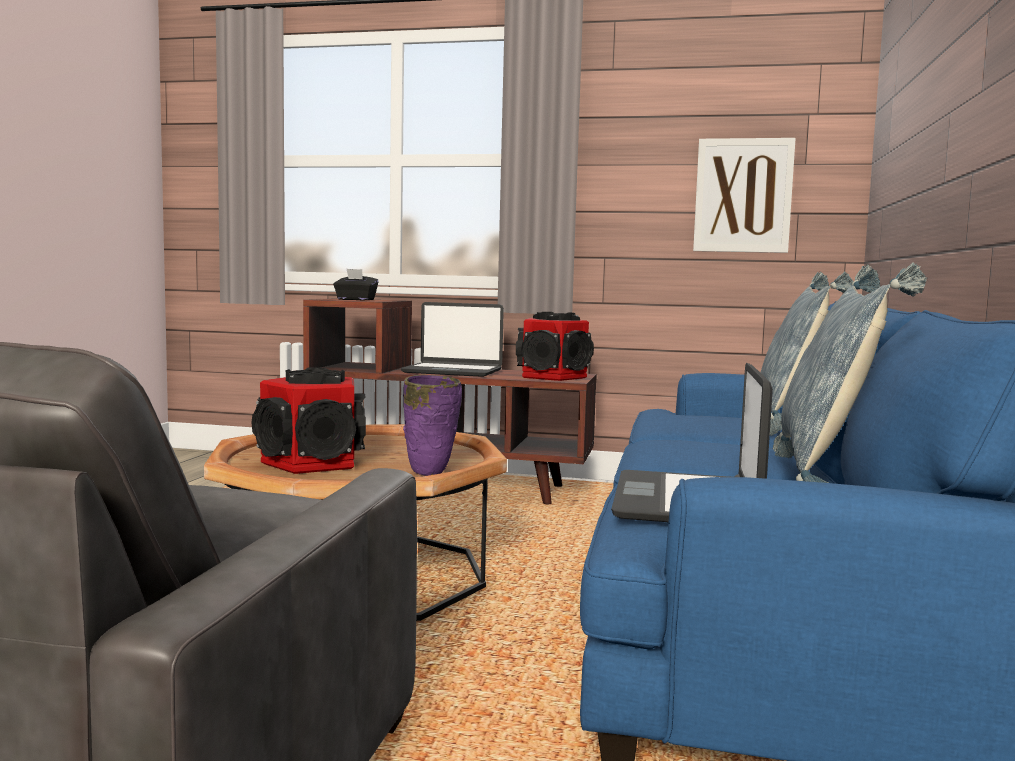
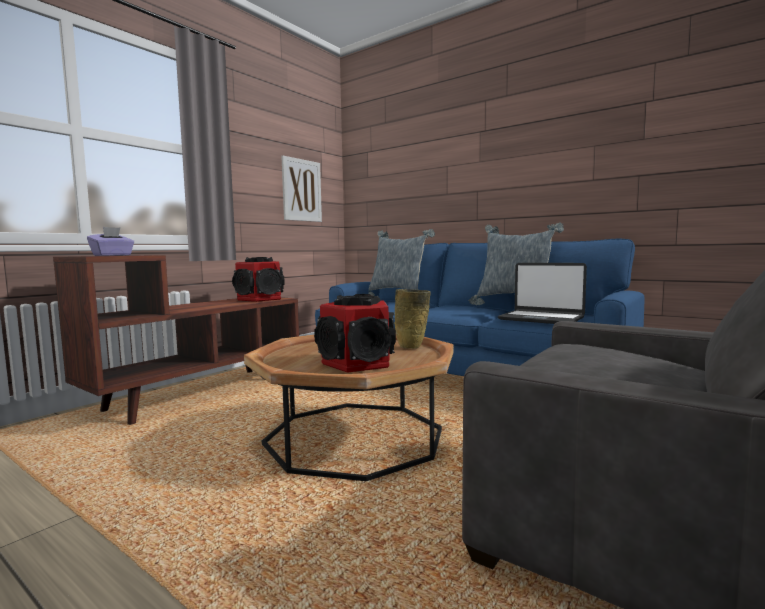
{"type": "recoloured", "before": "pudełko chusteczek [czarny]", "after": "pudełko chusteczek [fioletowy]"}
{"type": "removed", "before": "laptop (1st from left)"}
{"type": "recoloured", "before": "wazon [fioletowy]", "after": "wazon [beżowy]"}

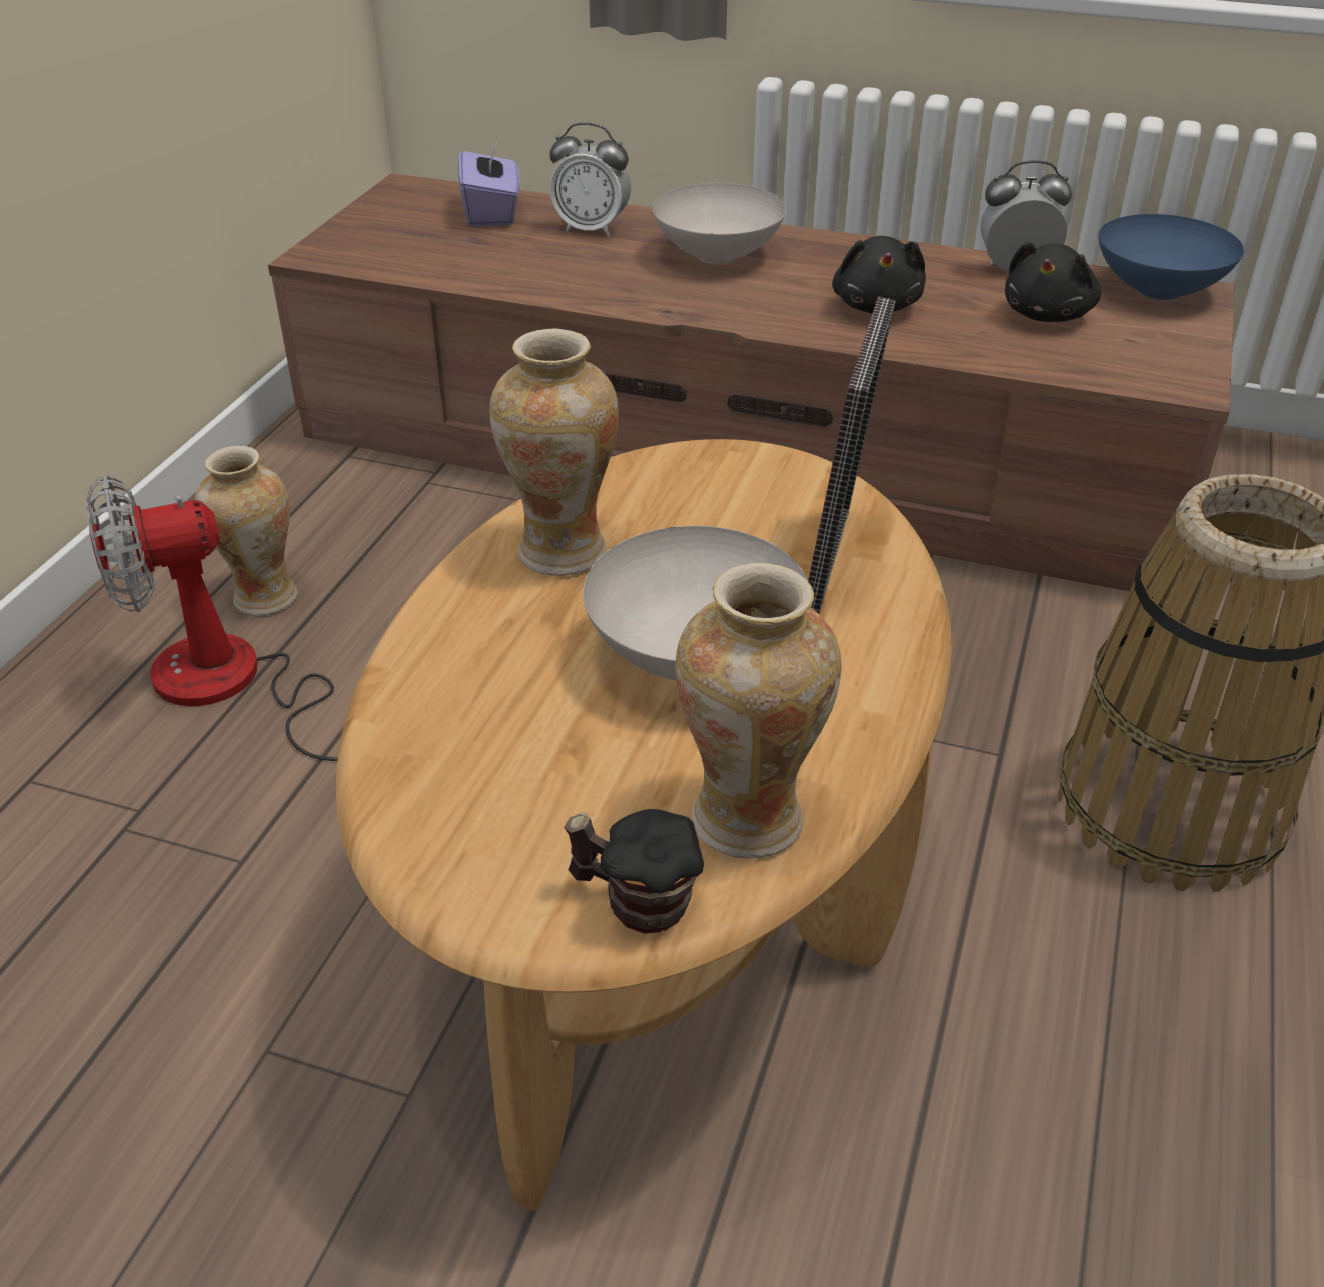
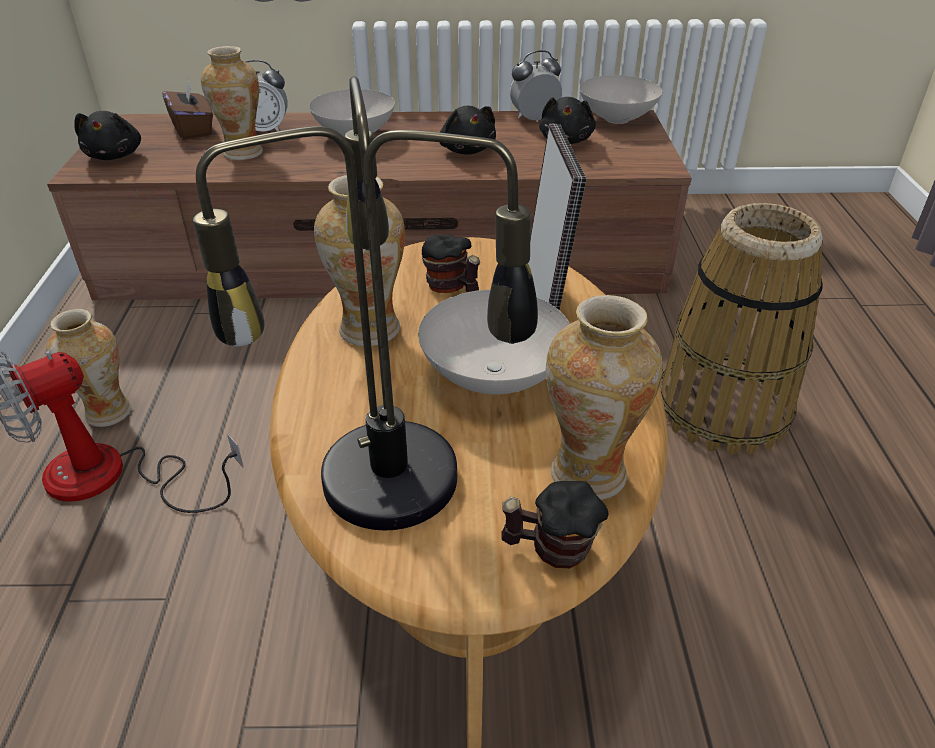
{"type": "recoloured", "before": "pudełko chusteczek [fioletowy]", "after": "pudełko chusteczek [brązowy]"}
{"type": "recoloured", "before": "miska [niebieski]", "after": "miska [biały] (3rd from left)"}
{"type": "added", "after": "pluszak [czarny] (1st from left)"}
{"type": "added", "after": "lampa stołowa"}
{"type": "added", "after": "wazon (2nd from left)"}
{"type": "added", "after": "kubek (1st from left)"}

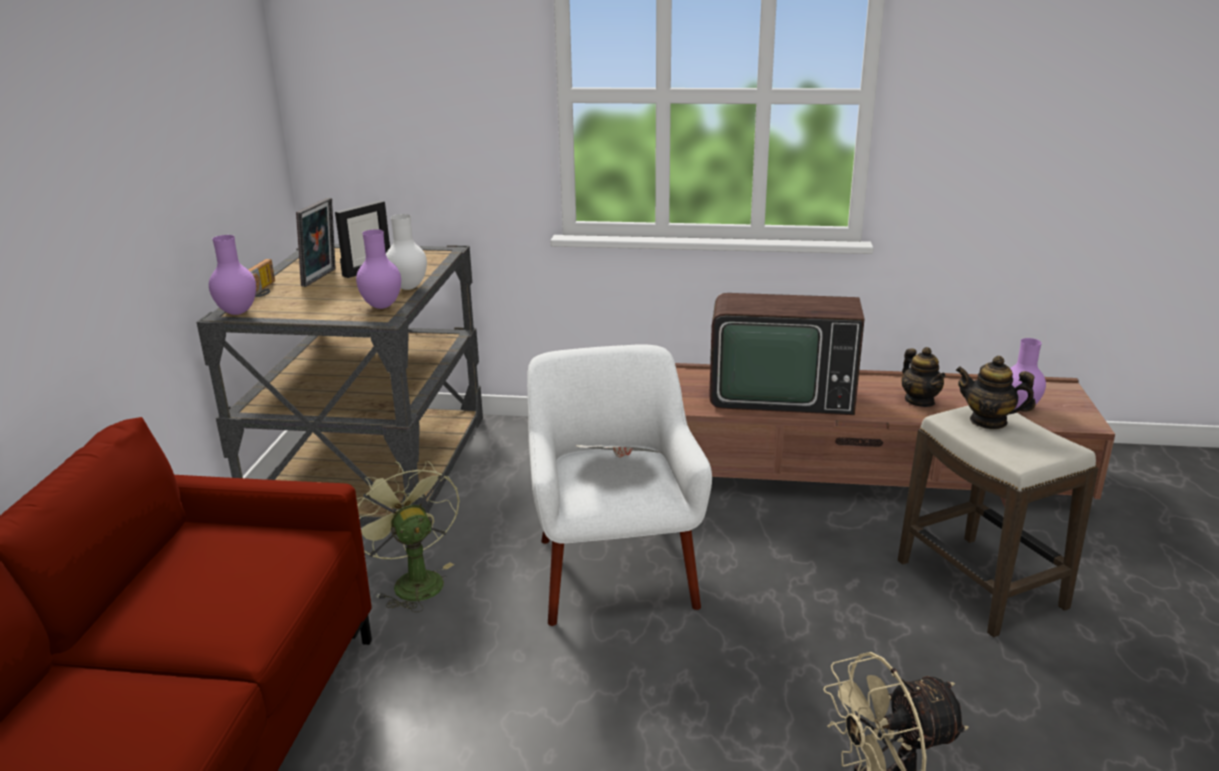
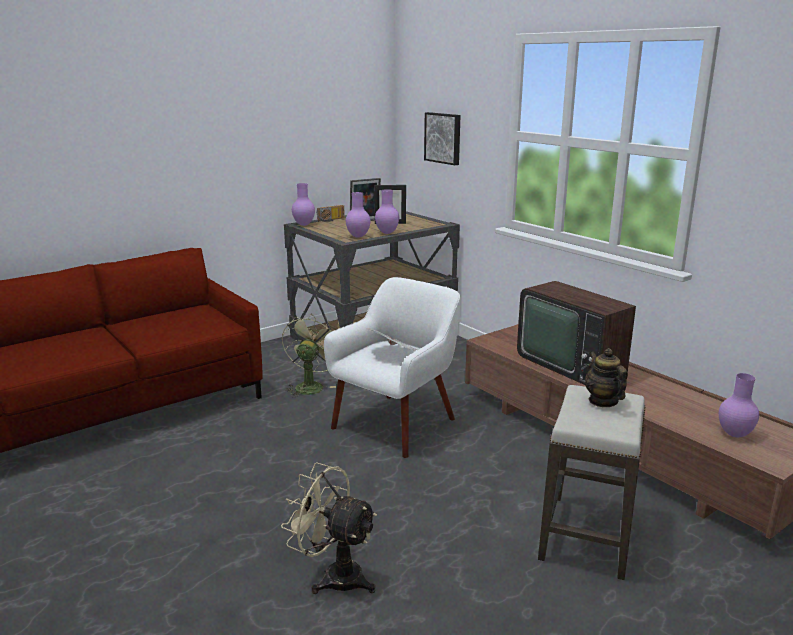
{"type": "recoloured", "before": "wazon [biały]", "after": "wazon [fioletowy] (3rd from left)"}
{"type": "removed", "before": "imbryk (1st from left)"}
{"type": "added", "after": "obraz"}

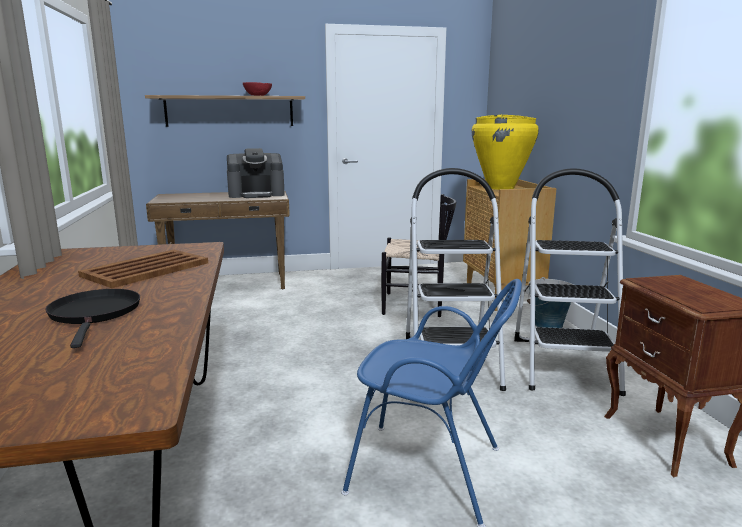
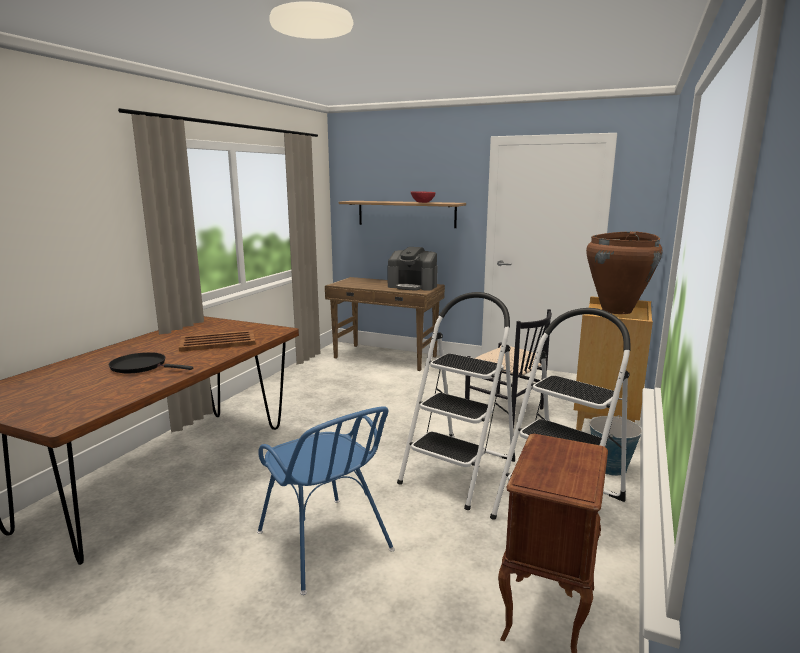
{"type": "turned", "before": "patelnia [czarny]", "turn": -90}
{"type": "recoloured", "before": "wazon [żółty]", "after": "wazon [brązowy]"}

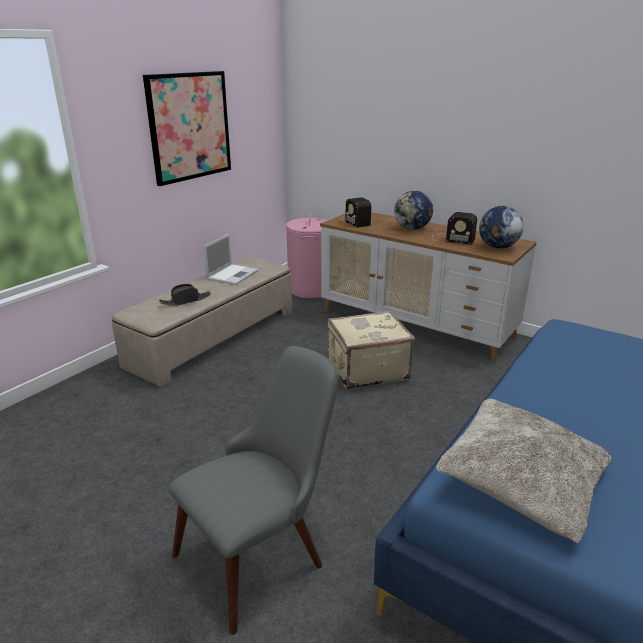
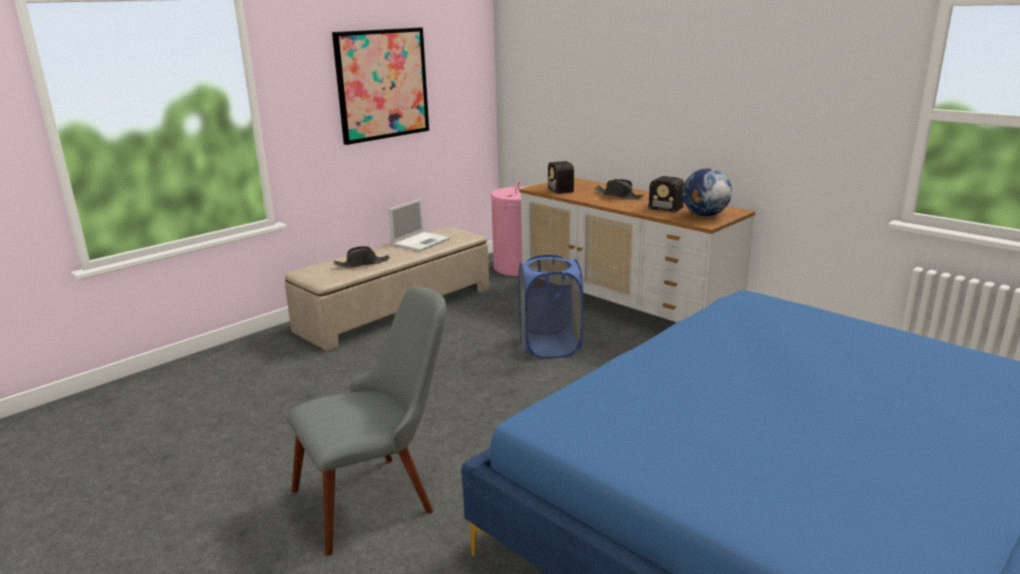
{"type": "replaced", "before": "walizka [beżowy]", "after": "kosz na pranie [niebieski]"}
{"type": "replaced", "before": "globus (1st from left)", "after": "kapelusz [czarny] (2nd from left)"}
{"type": "removed", "before": "poduszka [beżowy]"}

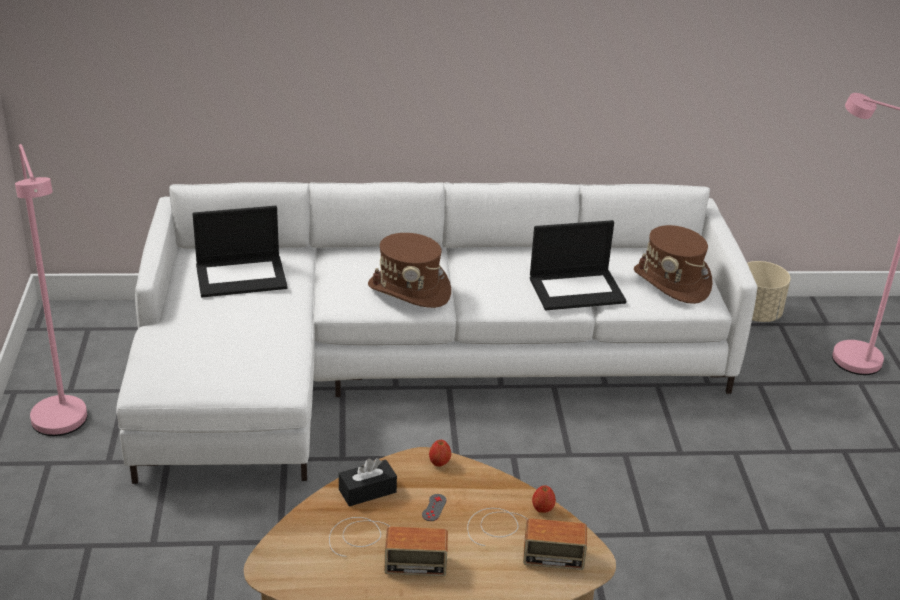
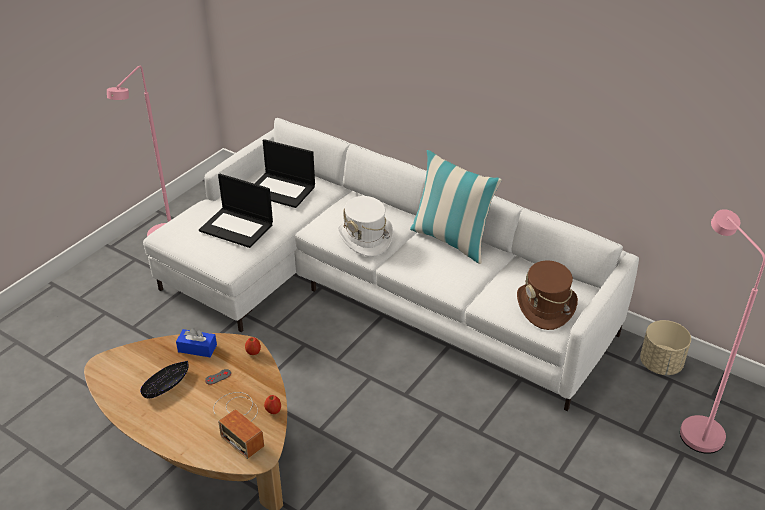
{"type": "replaced", "before": "radio (1st from left)", "after": "miska [czarny]"}
{"type": "recoloured", "before": "pudełko chusteczek [czarny]", "after": "pudełko chusteczek [niebieski]"}
{"type": "recoloured", "before": "kapelusz [brązowy] (1st from left)", "after": "kapelusz [biały]"}
{"type": "moved", "before": "laptop (2nd from left in the first image)", "after": "laptop (1st from left)"}
{"type": "added", "after": "poduszka"}

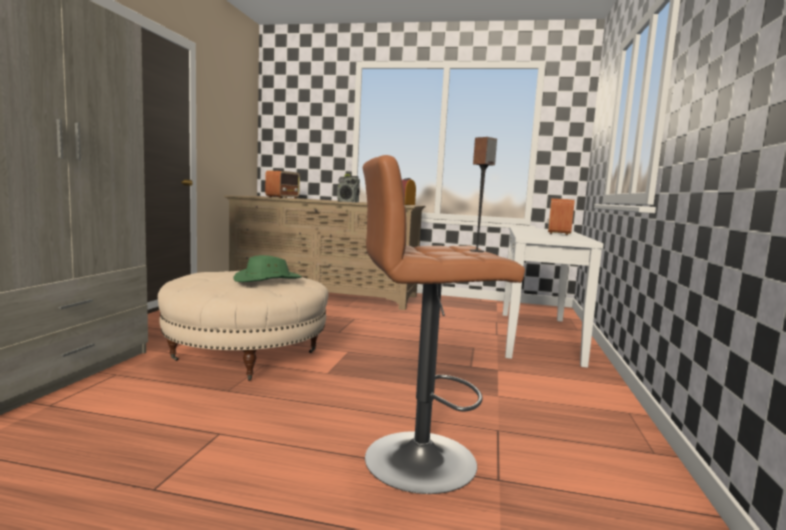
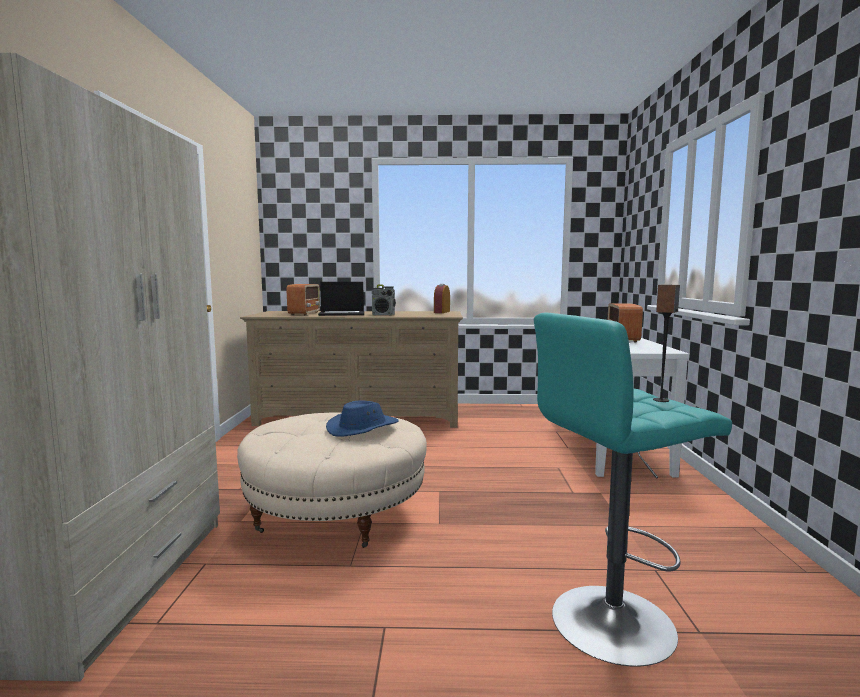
{"type": "recoloured", "before": "kapelusz [zielony]", "after": "kapelusz [niebieski]"}
{"type": "recoloured", "before": "stołek [brązowy]", "after": "stołek [turkusowy]"}
{"type": "added", "after": "laptop"}

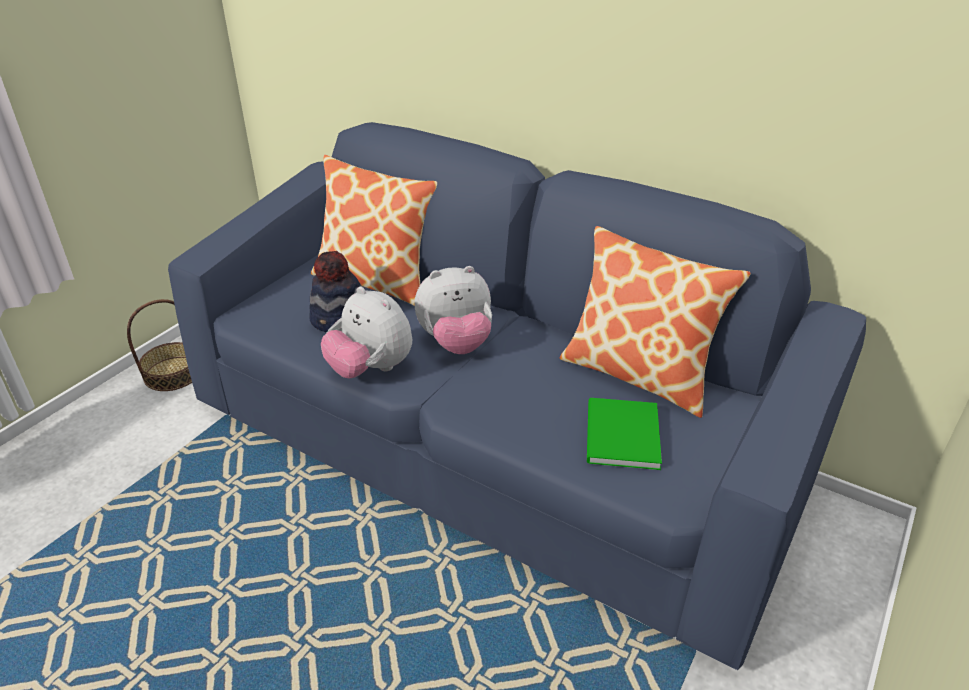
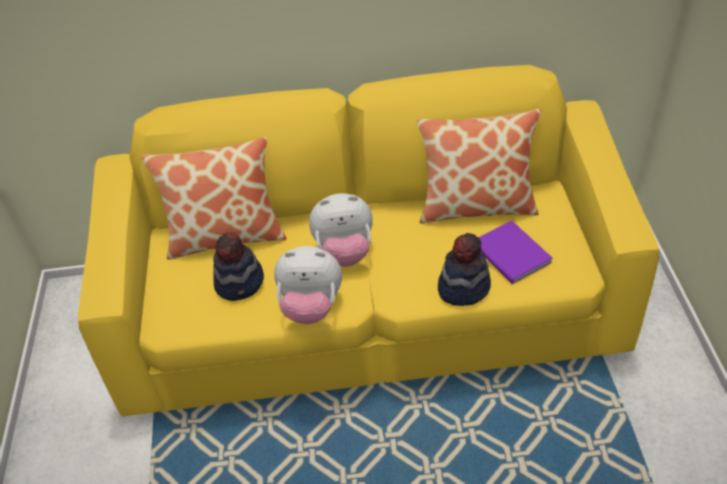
{"type": "removed", "before": "koszyk"}
{"type": "recoloured", "before": "kanapa [niebieski]", "after": "kanapa [żółty]"}
{"type": "turned", "before": "pluszak (2nd from left)", "turn": 45}
{"type": "recoloured", "before": "książka [zielony]", "after": "książka [fioletowy]"}
{"type": "added", "after": "kapelusz (2nd from left)"}

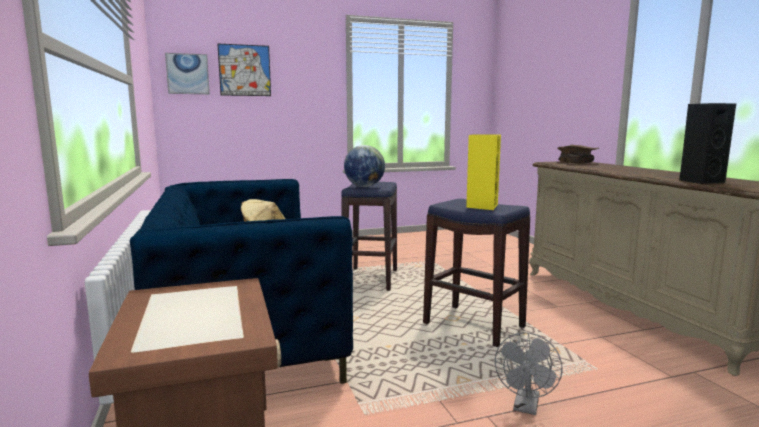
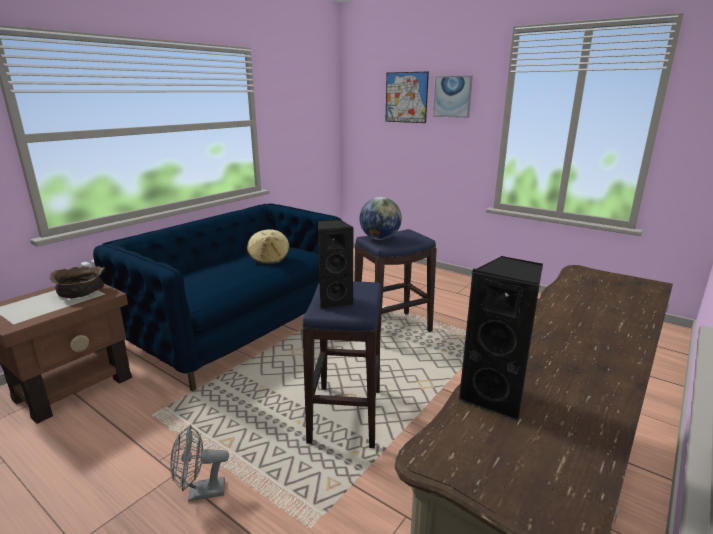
{"type": "moved", "before": "obraz (1st from left in the first image)", "after": "obraz (2nd from left)"}
{"type": "recoloured", "before": "głośnik [żółty]", "after": "głośnik [czarny] (1st from left)"}
{"type": "moved", "before": "miska [brązowy]"}

